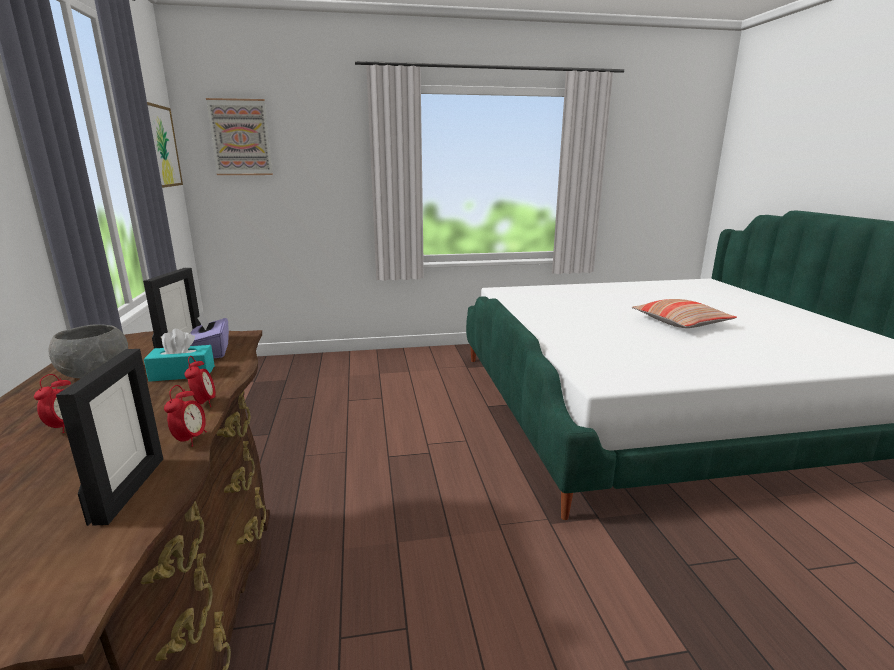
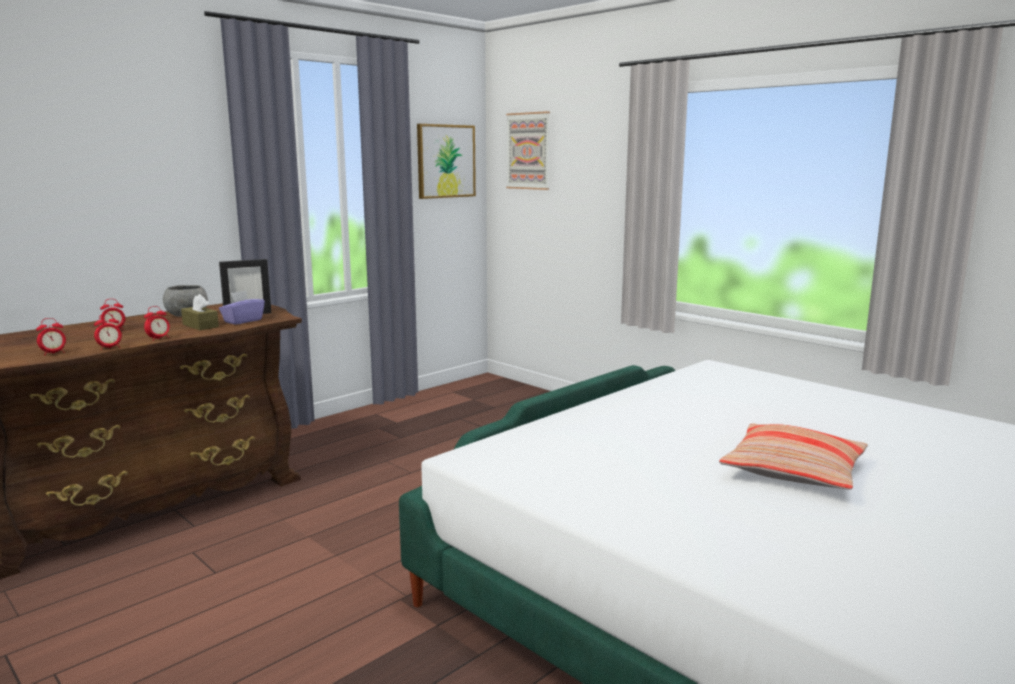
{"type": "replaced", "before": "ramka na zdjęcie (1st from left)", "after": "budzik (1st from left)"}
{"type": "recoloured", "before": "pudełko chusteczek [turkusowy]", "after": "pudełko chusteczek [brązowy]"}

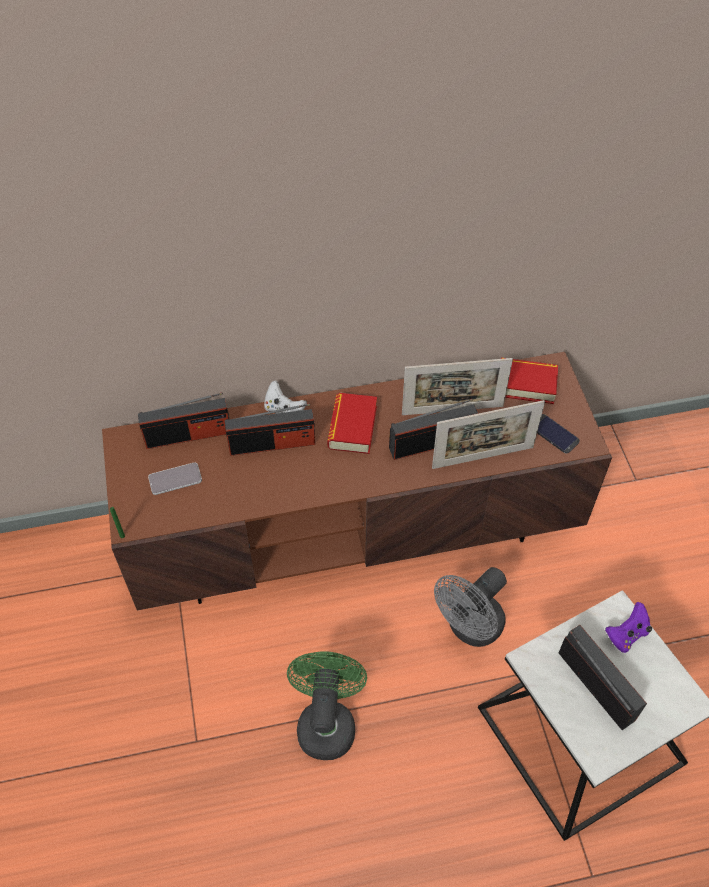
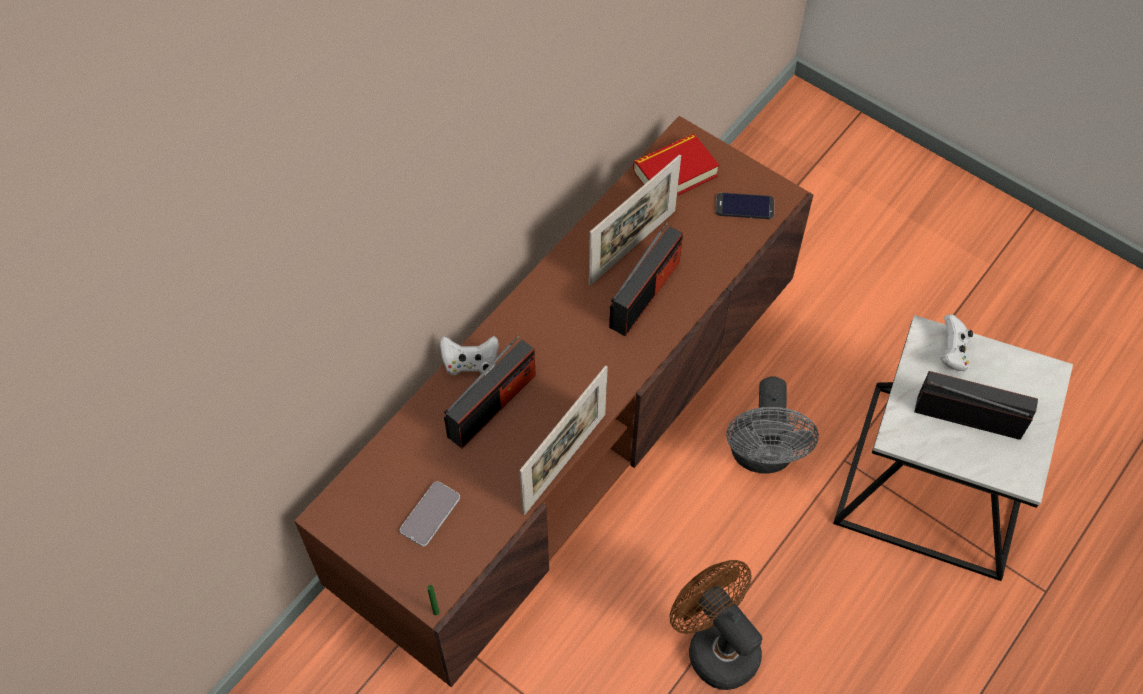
{"type": "removed", "before": "radio (1st from left)"}
{"type": "recoloured", "before": "wentylator [zielony]", "after": "wentylator [brązowy]"}
{"type": "removed", "before": "książka (1st from left)"}
{"type": "moved", "before": "ramka na zdjęcie (2nd from left in the first image)", "after": "ramka na zdjęcie (1st from left)"}
{"type": "recoloured", "before": "pad do gier [fioletowy]", "after": "pad do gier [biały] (2nd from left)"}

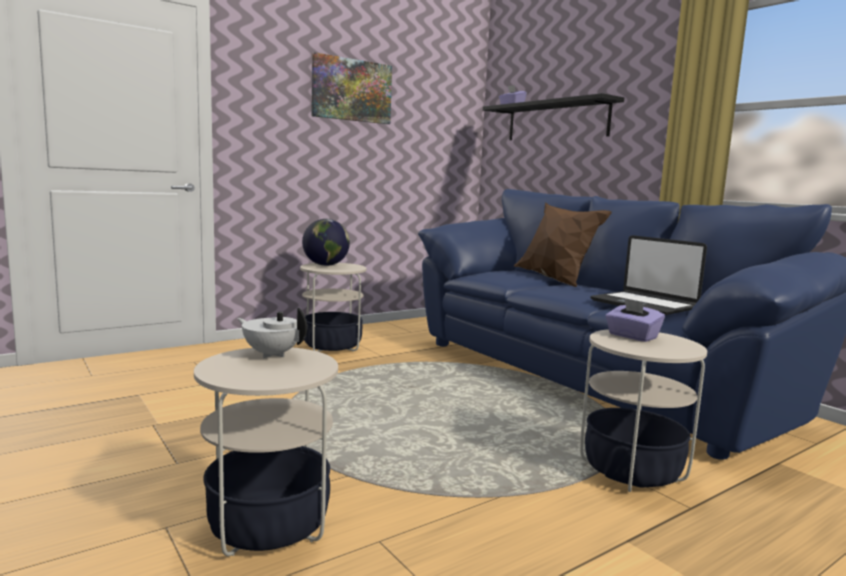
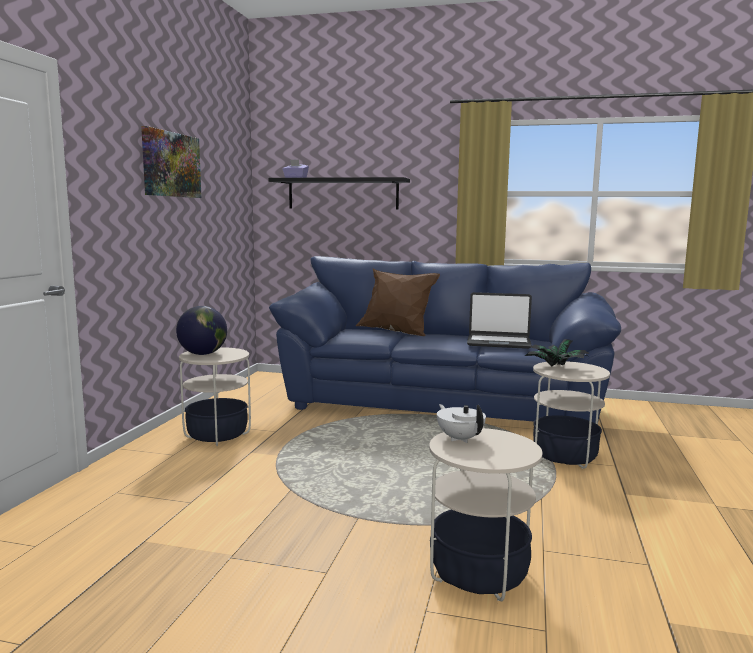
{"type": "turned", "before": "imbryk [biały]", "turn": 75}
{"type": "replaced", "before": "pudełko chusteczek [fioletowy] (2nd from left)", "after": "roślina doniczkowa"}

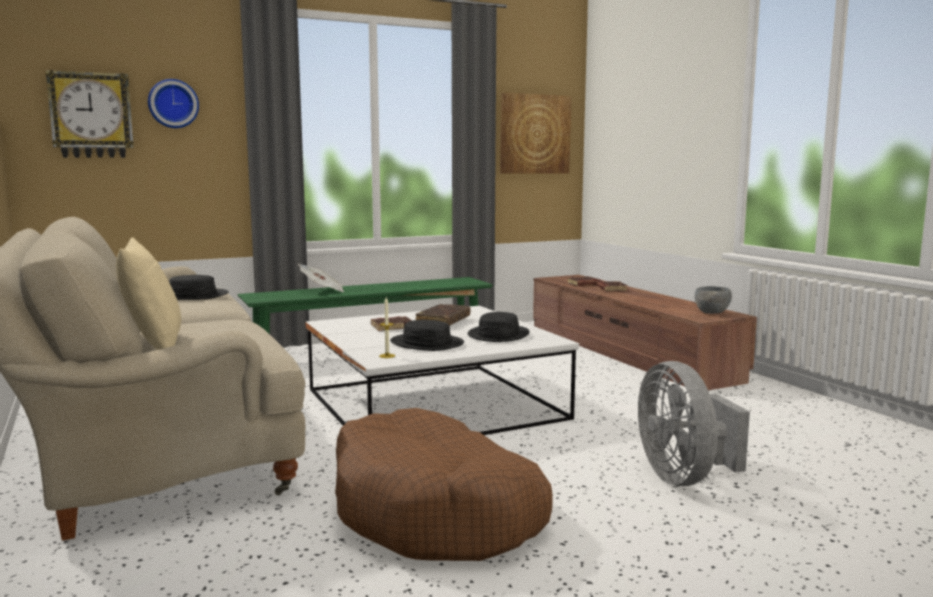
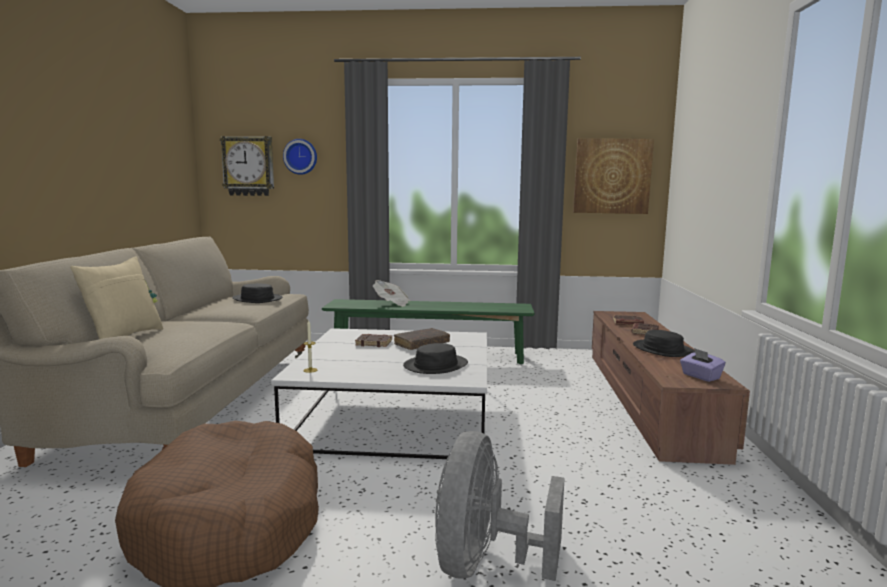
{"type": "moved", "before": "kapelusz [czarny] (2nd from left in the first image)", "after": "kapelusz [czarny] (3rd from left)"}
{"type": "replaced", "before": "miska [szary]", "after": "pudełko chusteczek [fioletowy]"}

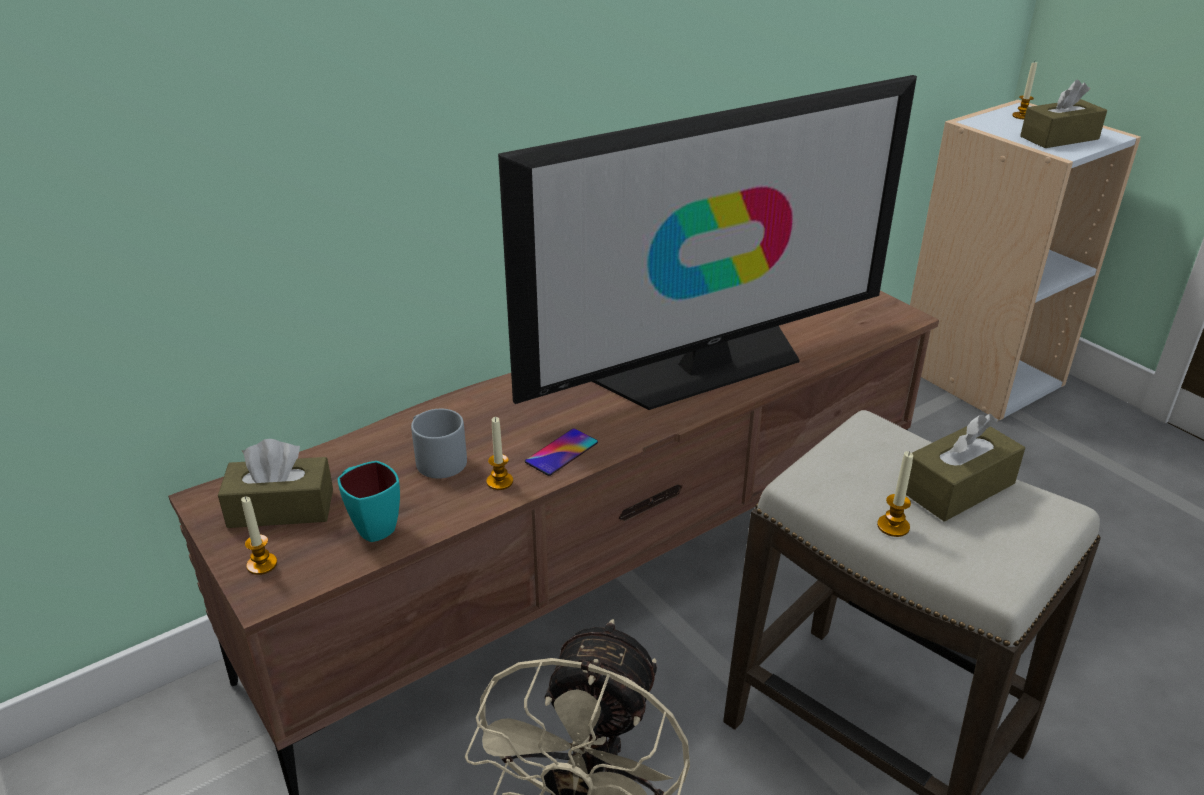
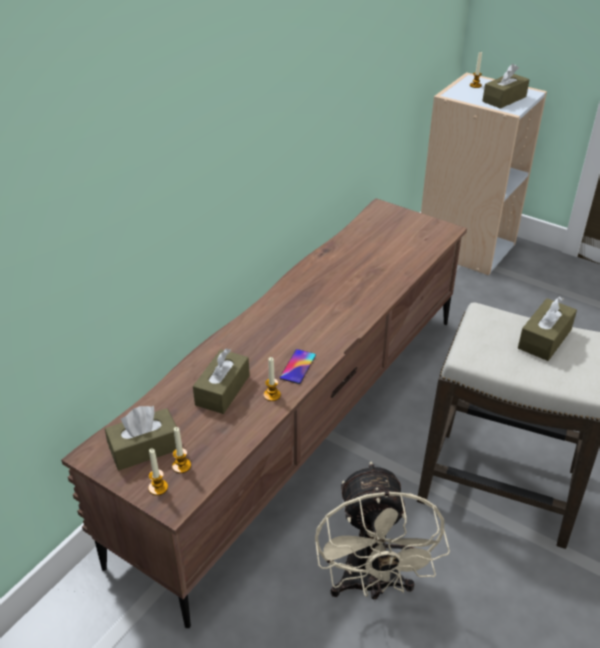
{"type": "removed", "before": "kubek [turkusowy]"}
{"type": "replaced", "before": "kubek [szary]", "after": "pudełko chusteczek [brązowy] (2nd from left)"}
{"type": "removed", "before": "telewizor"}
{"type": "moved", "before": "świeca (3rd from left in the first image)", "after": "świeca (2nd from left)"}

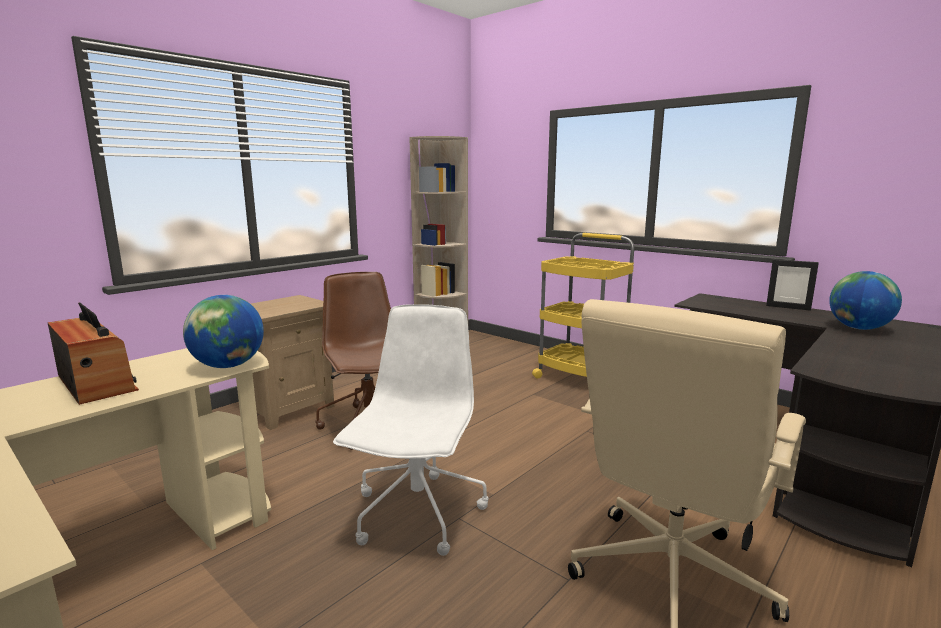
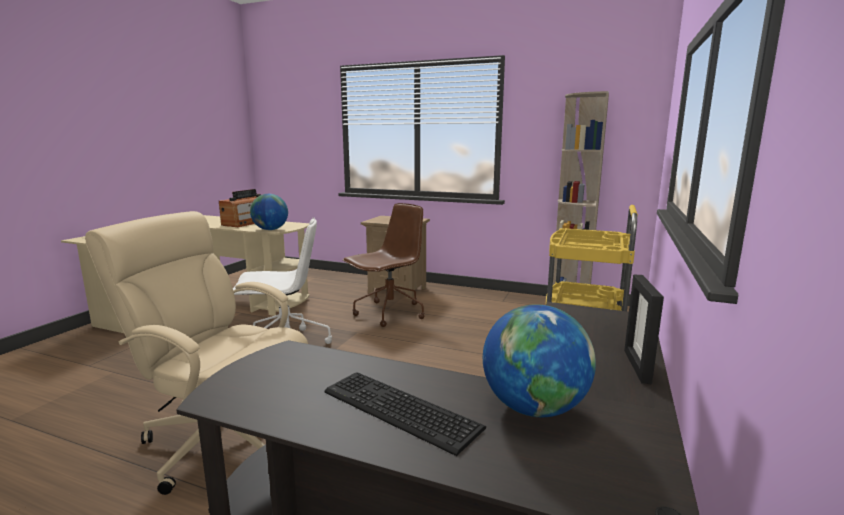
{"type": "added", "after": "klawiatura"}

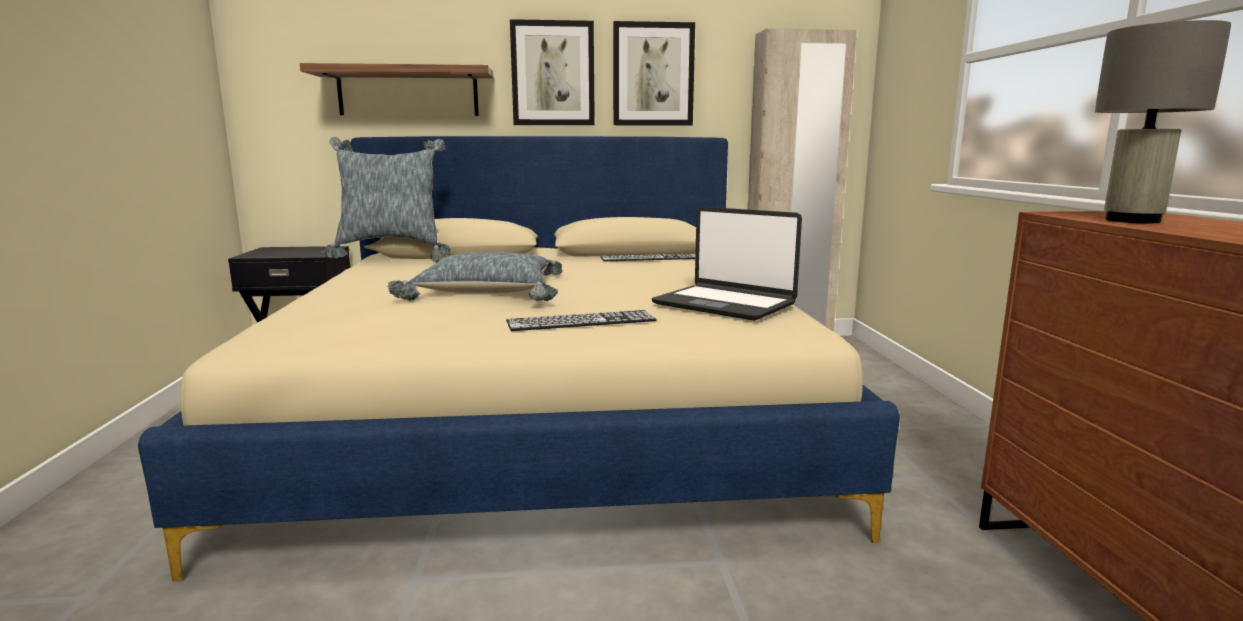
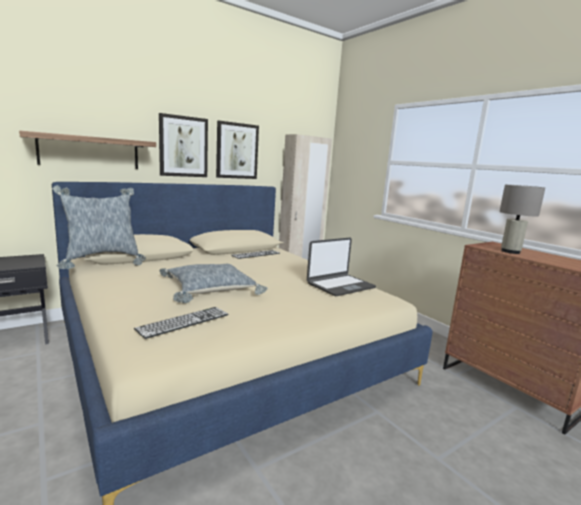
{"type": "moved", "before": "klawiatura (1st from left)"}
{"type": "turned", "before": "laptop", "turn": -45}

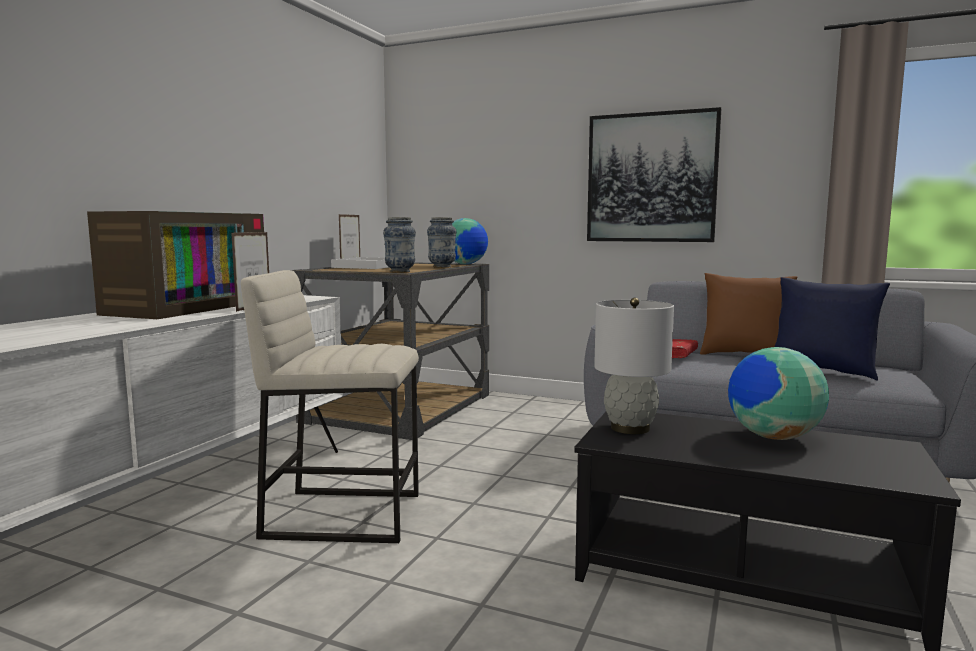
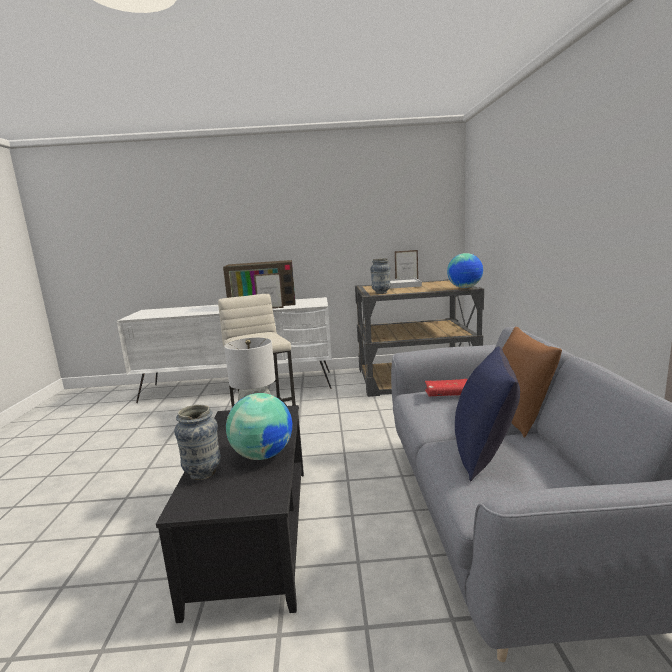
{"type": "moved", "before": "wazon (2nd from left in the first image)", "after": "wazon (1st from left)"}
{"type": "removed", "before": "obraz"}

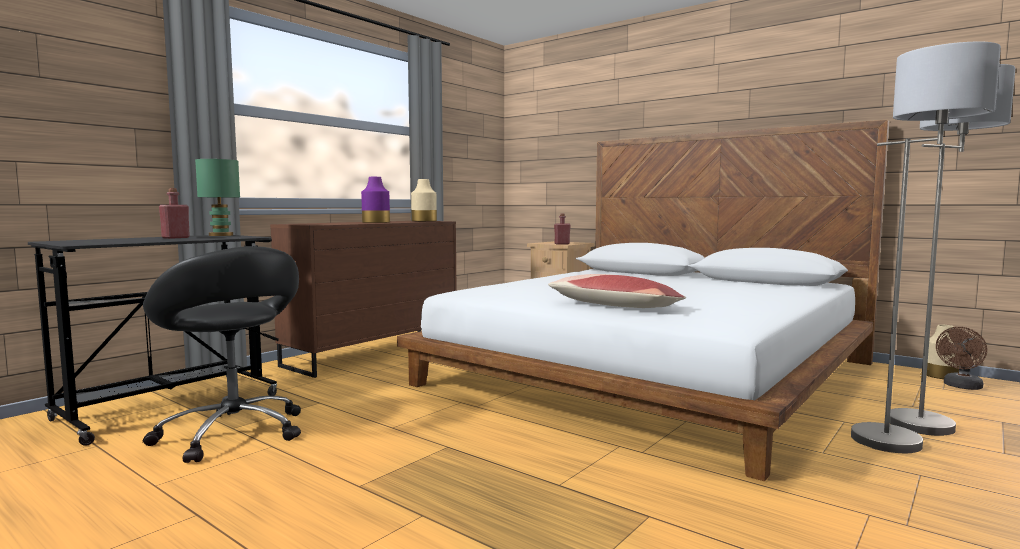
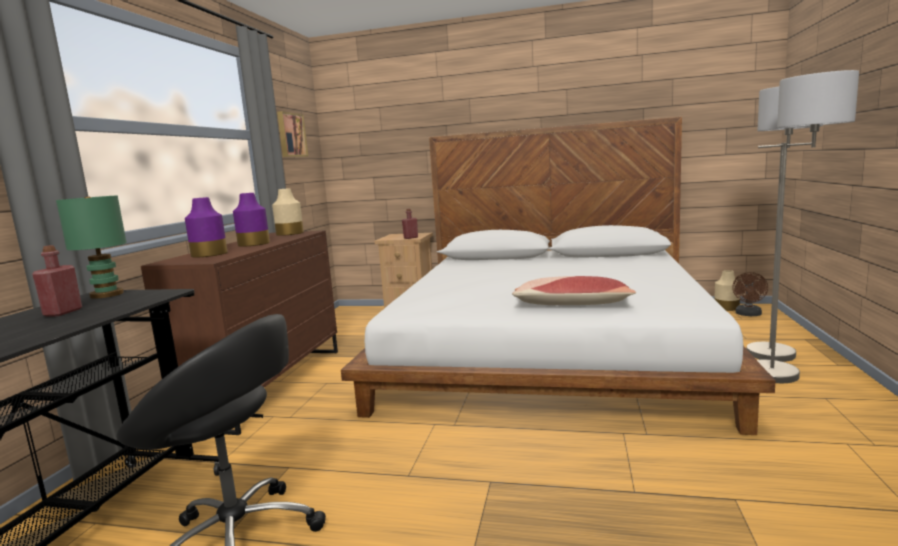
{"type": "added", "after": "wazon [fioletowy] (1st from left)"}
{"type": "added", "after": "obraz"}

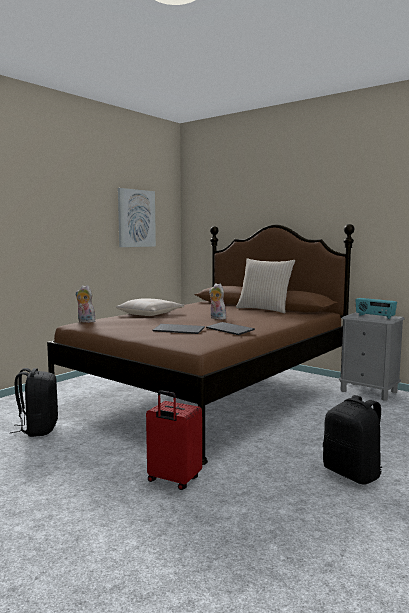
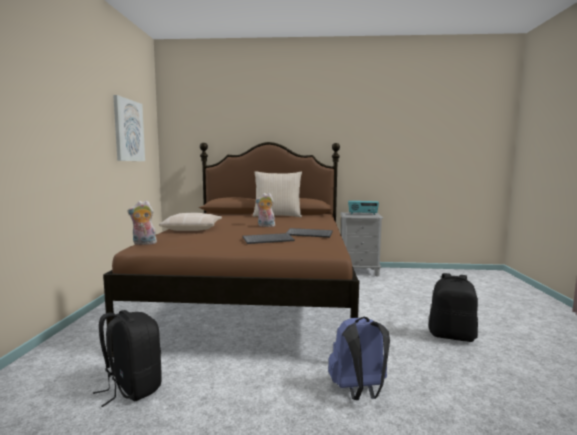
{"type": "replaced", "before": "walizka [czerwony]", "after": "plecak [niebieski]"}

